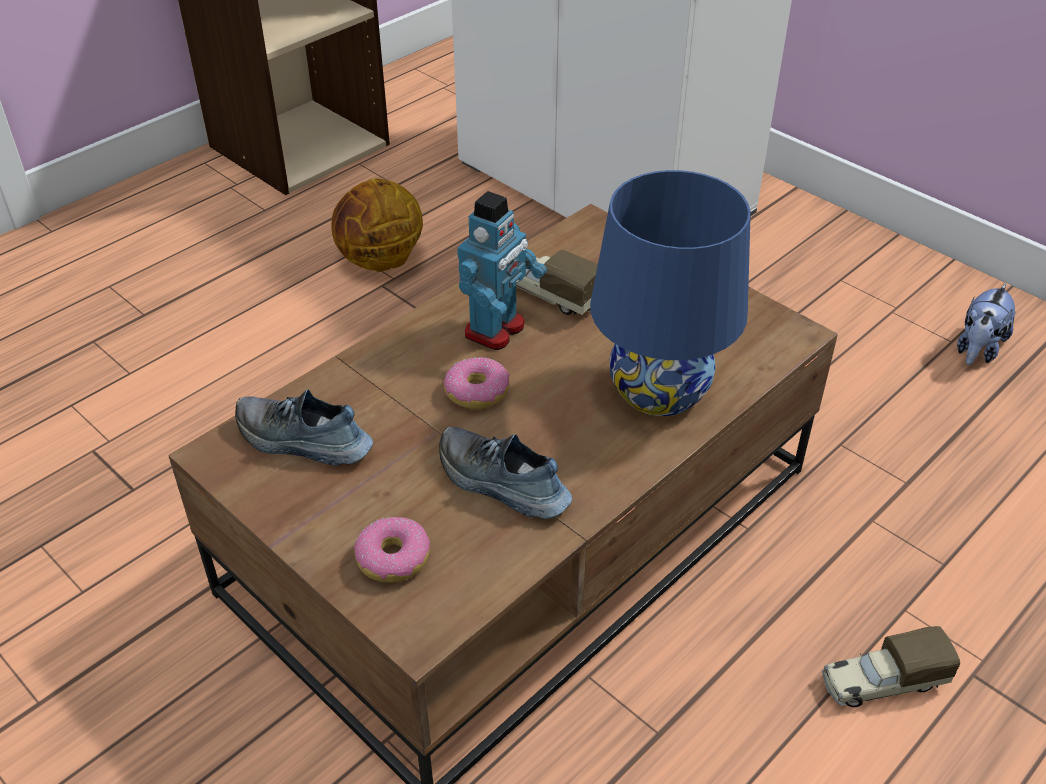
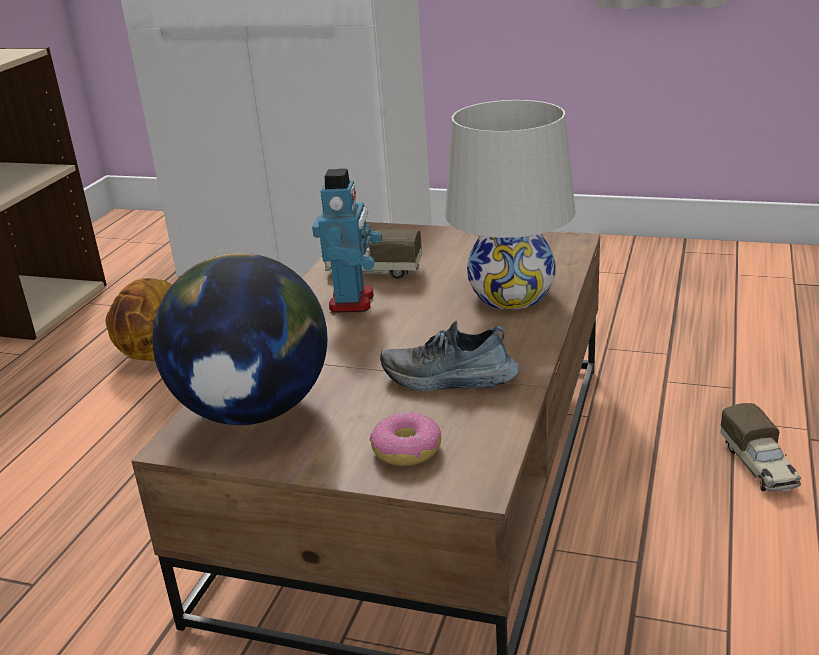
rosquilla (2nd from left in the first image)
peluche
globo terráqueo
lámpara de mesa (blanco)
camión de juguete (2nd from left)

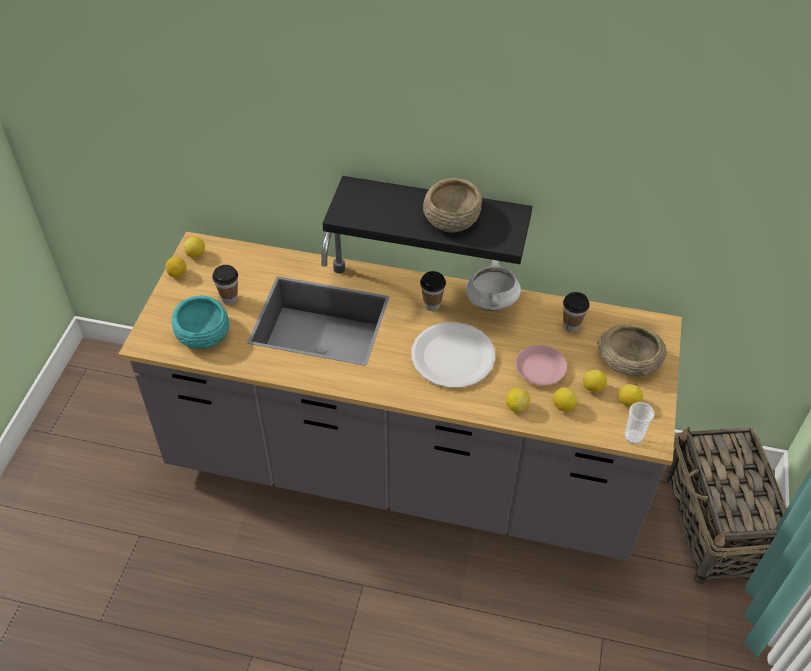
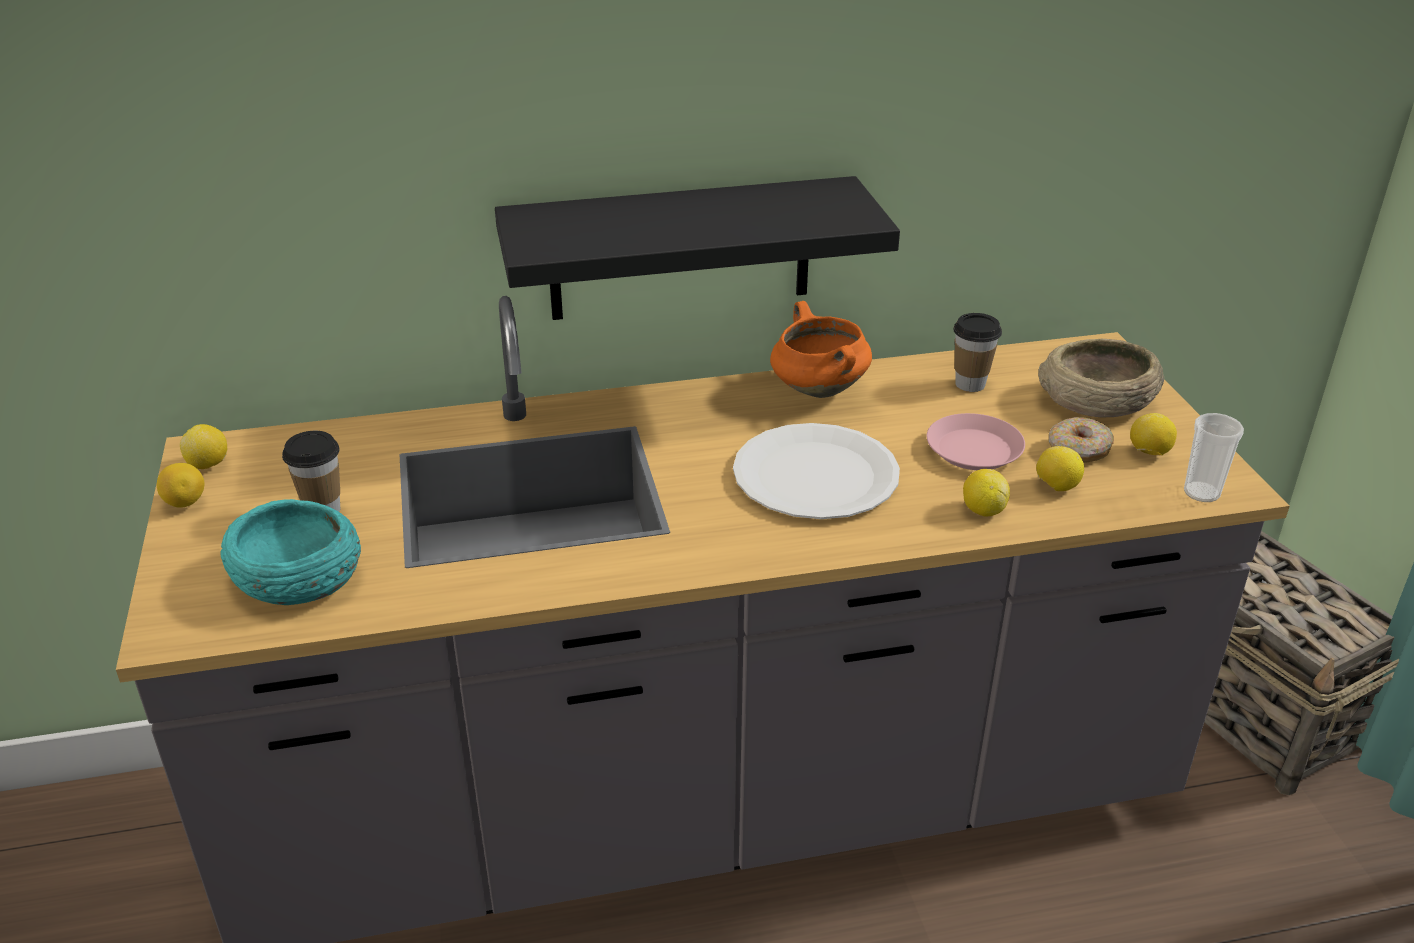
taza (2nd from left in the first image)
cuenco (beis) (1st from left in the first image)
rosquilla
olla (naranja)

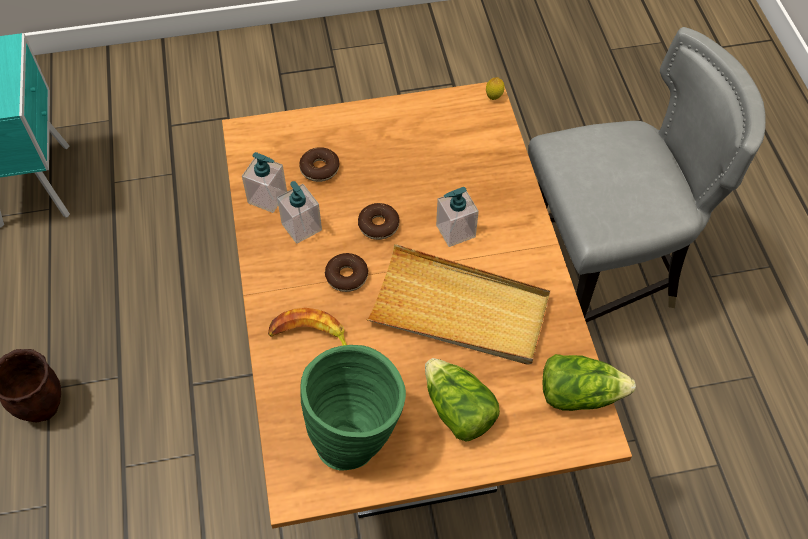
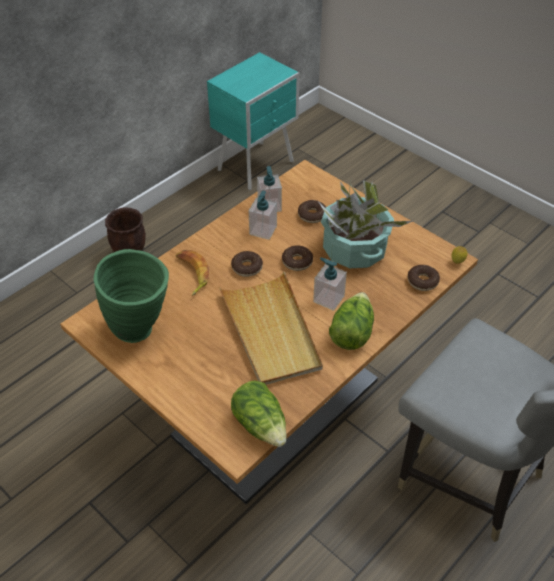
planta en maceta
rosquilla (4th from left)
lechuga (2nd from left)

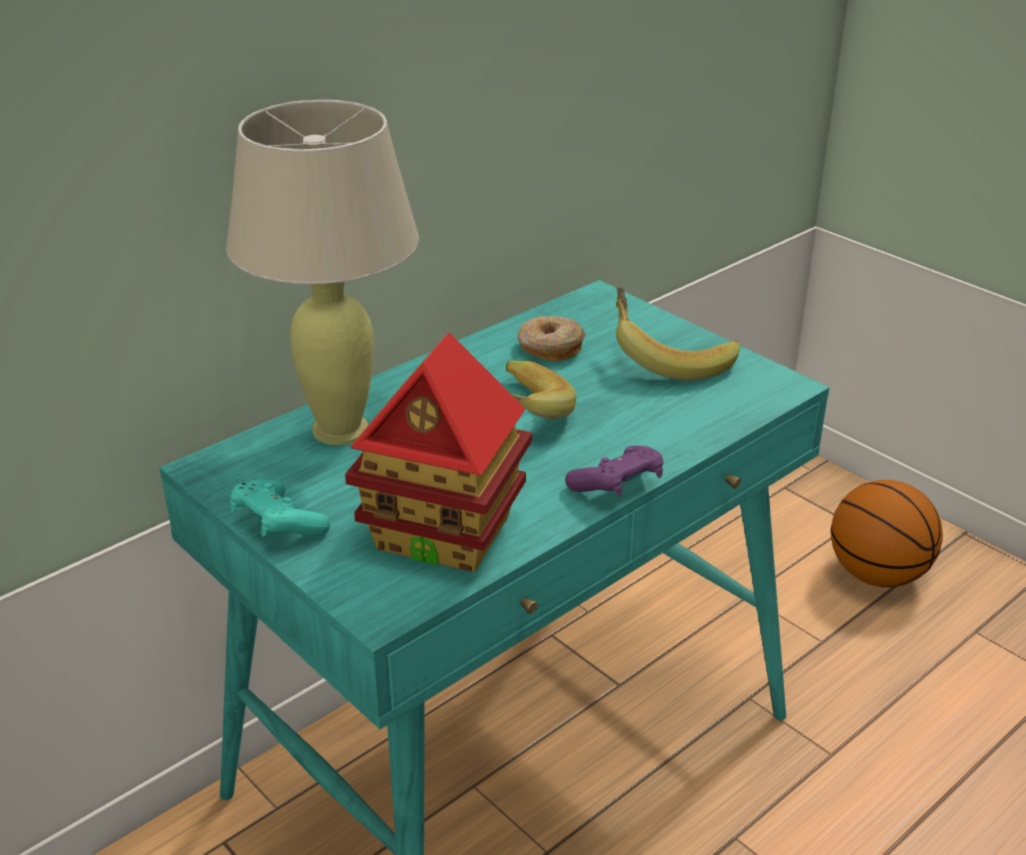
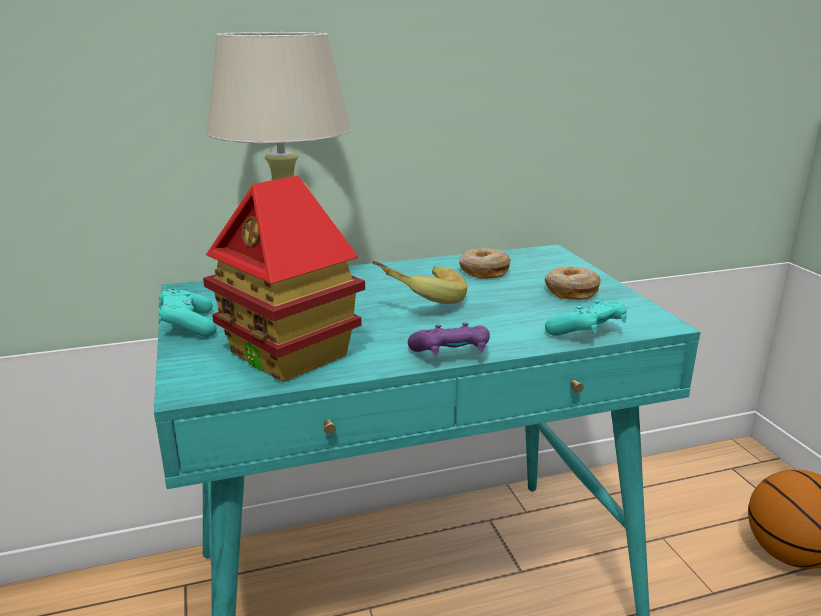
mando de consola (turquesa) (2nd from left)
rosquilla (2nd from left)

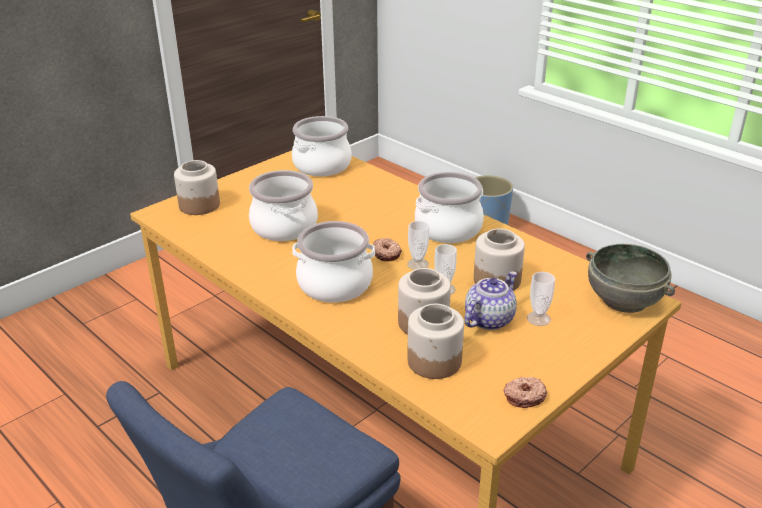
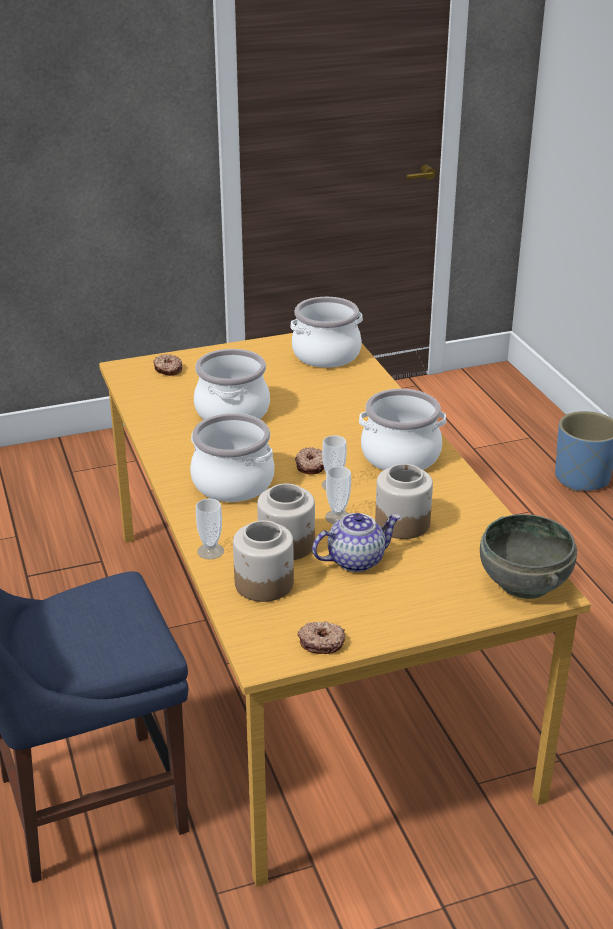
taza (1st from left)
rosquilla (1st from left)

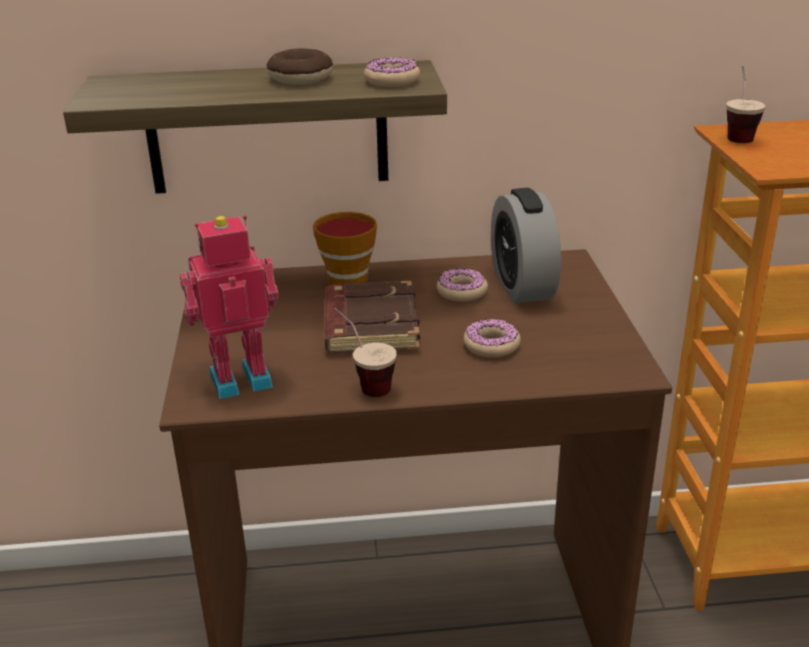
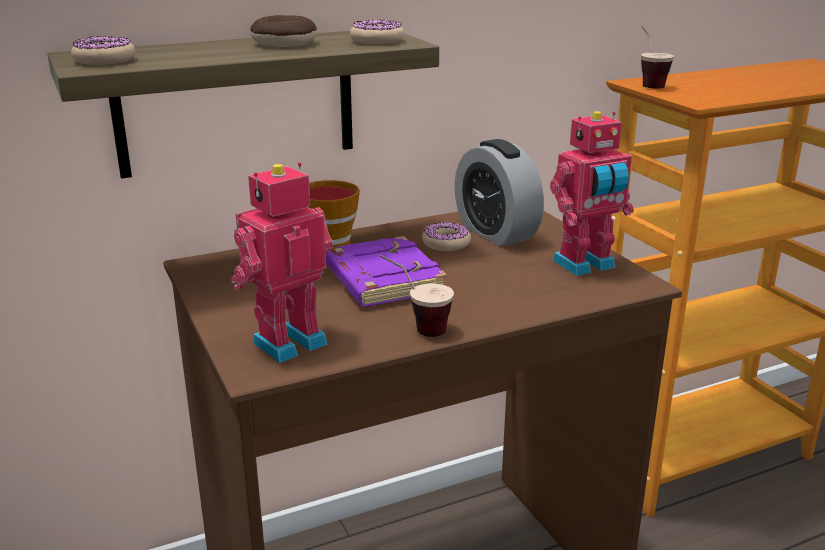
robot de juguete (2nd from left)
rosquilla (1st from left)
libro (morado)

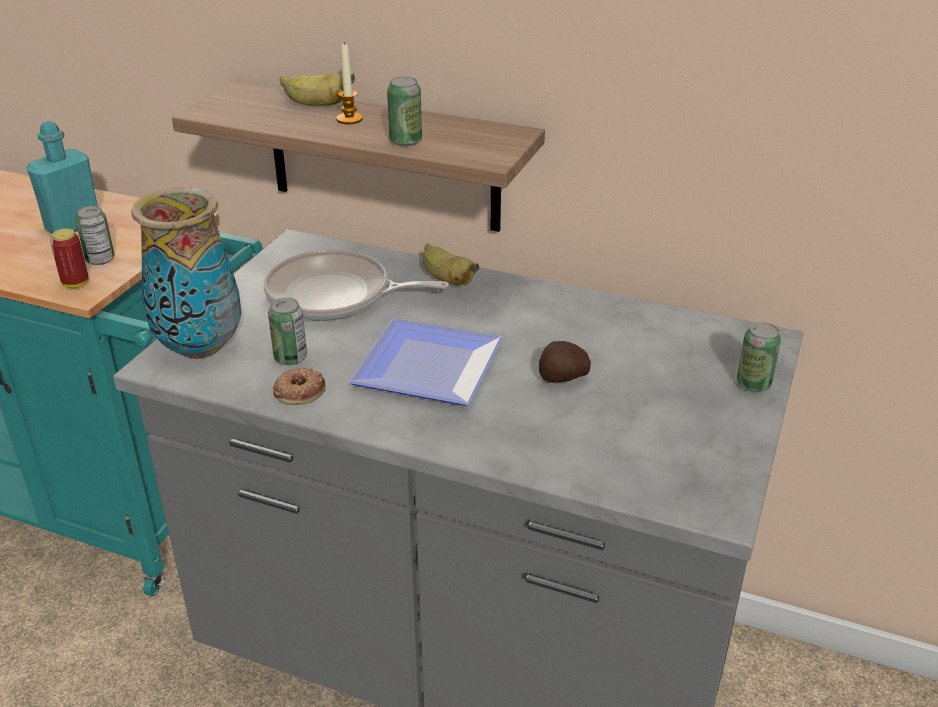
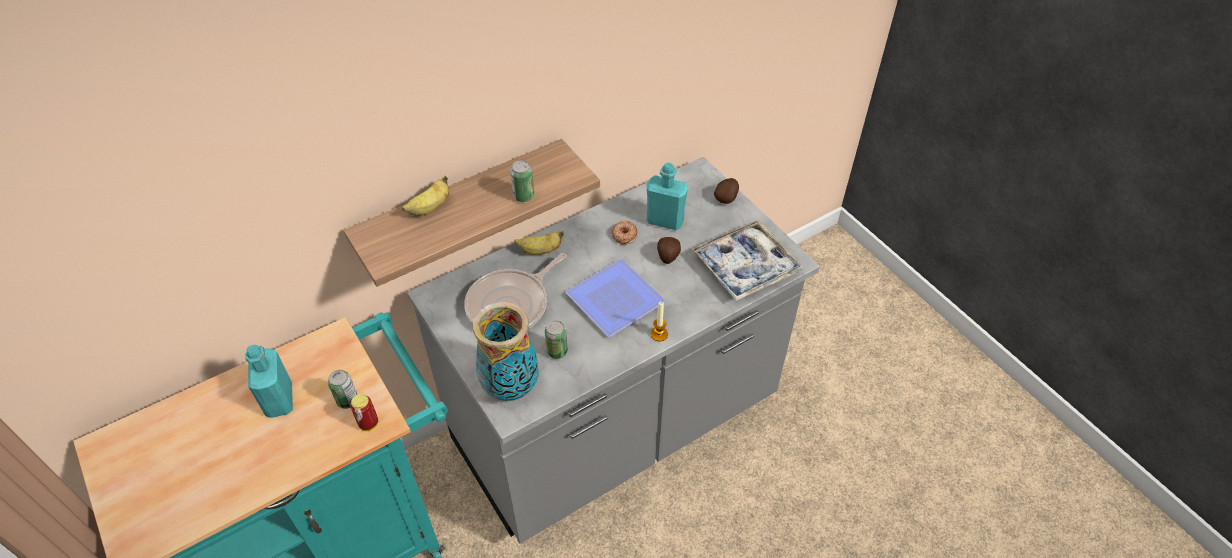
botella (turquesa) (2nd from left)
bandeja
rosquilla
vela
patata (2nd from left)

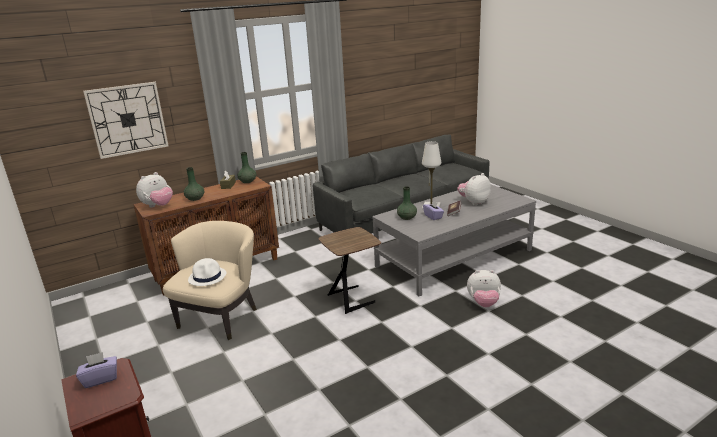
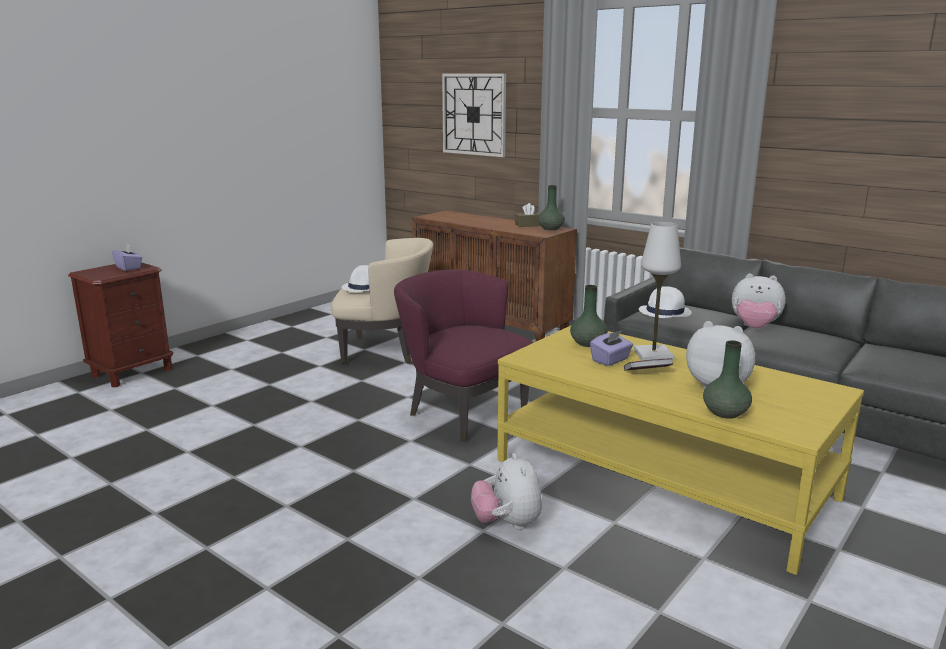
sombrero (blanco) (2nd from left)
peluche (3rd from left)
florero (verde) (3rd from left)
sillón (morado)
mesa de centro (amarillo)

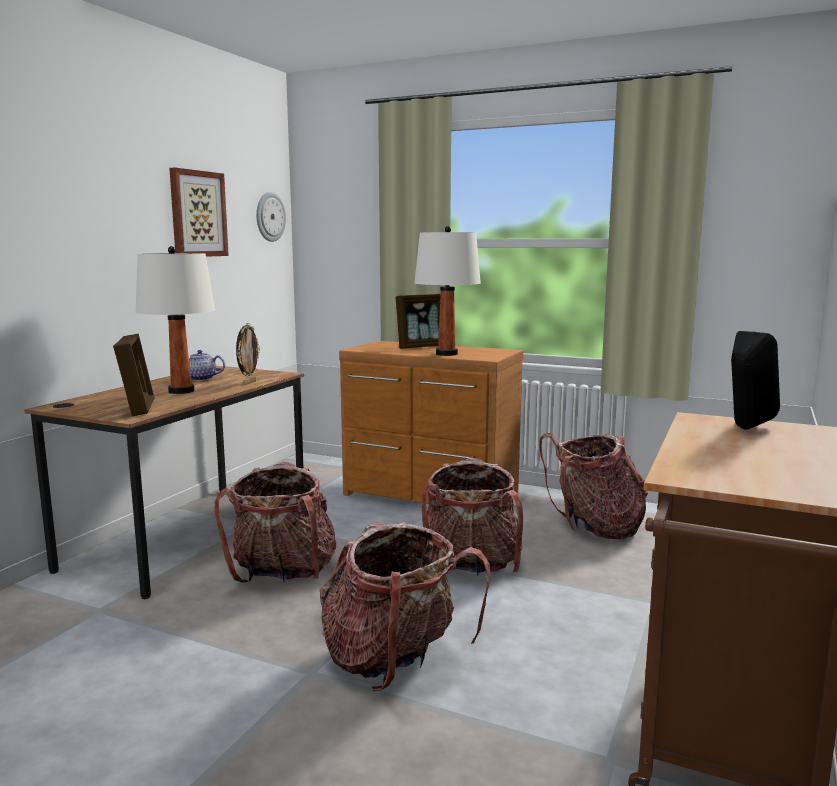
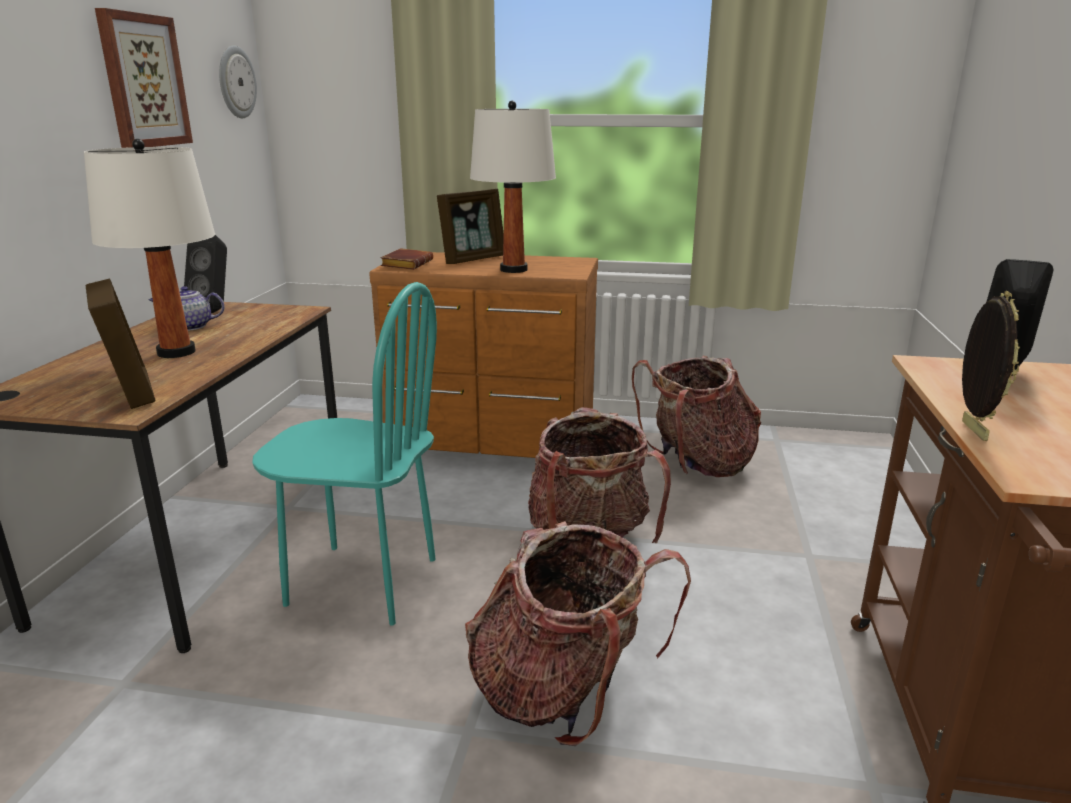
altavoz (negro) (1st from left)
libro (marrón)
portarretratos (3rd from left)
silla (turquesa)

